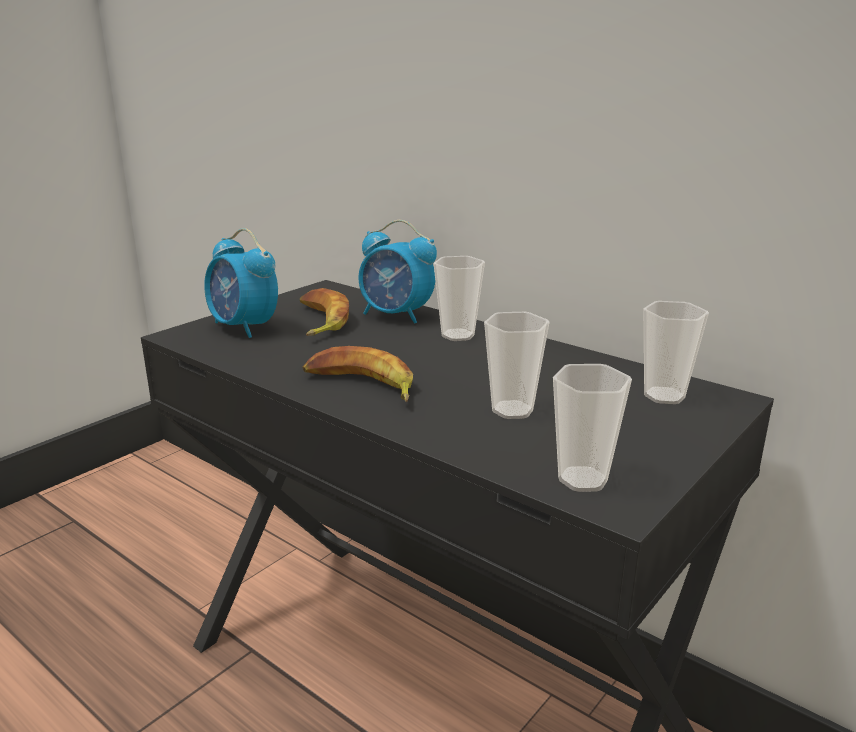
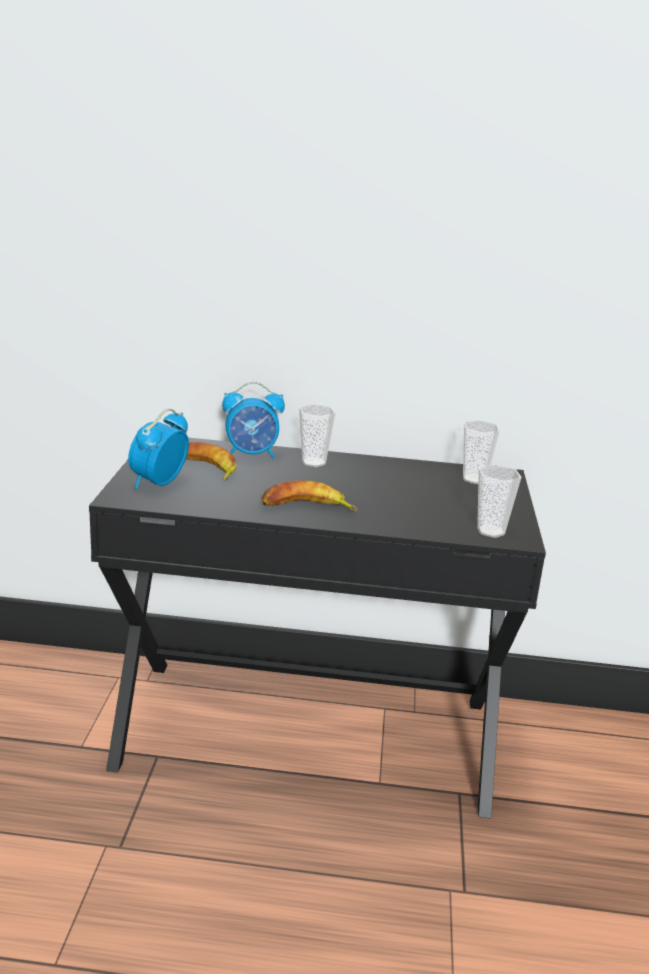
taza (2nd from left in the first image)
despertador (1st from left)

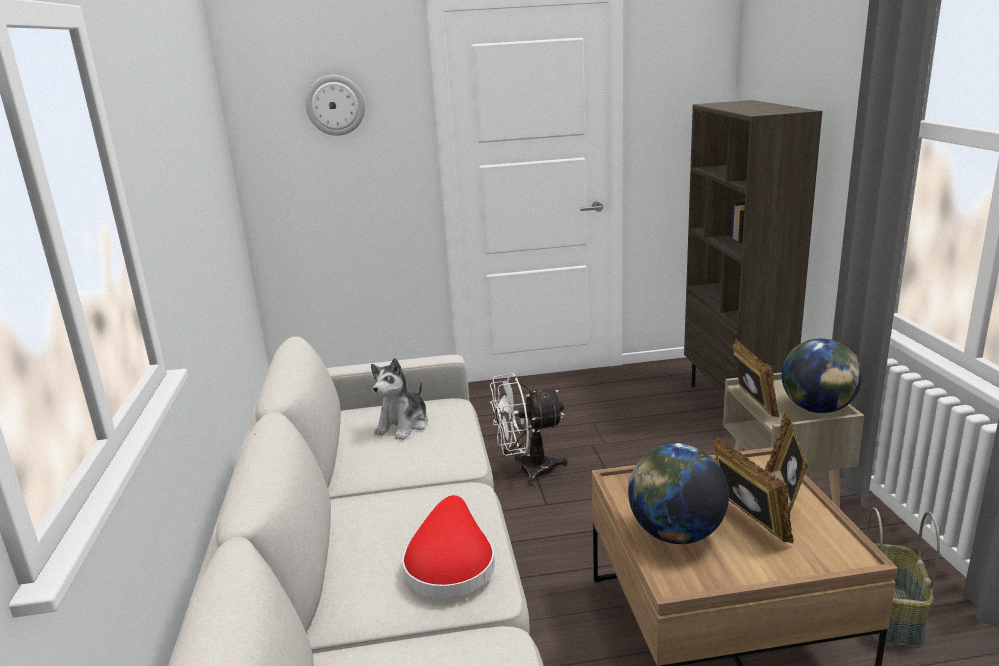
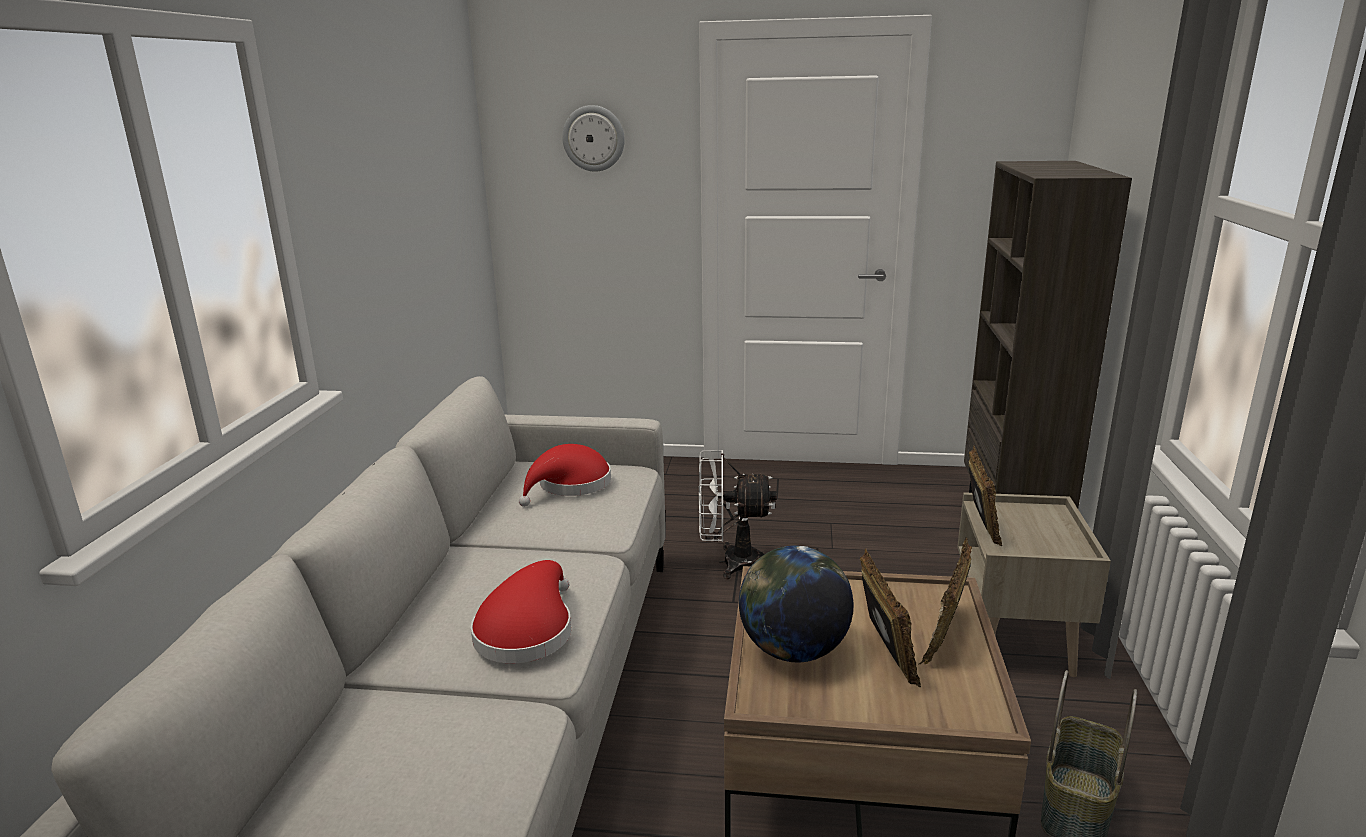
globo terráqueo (2nd from left in the first image)
sombrero (rojo) (2nd from left)

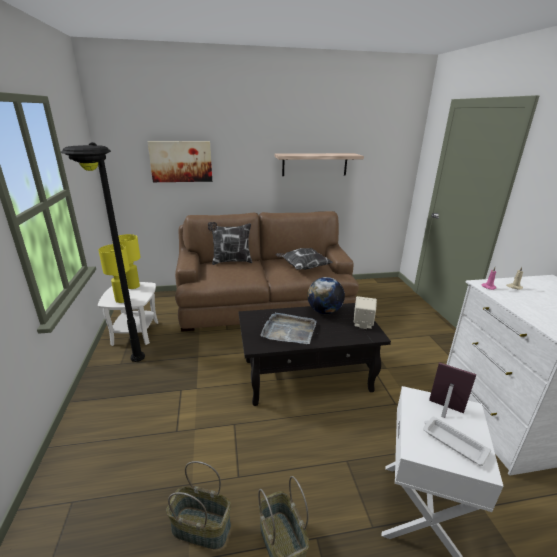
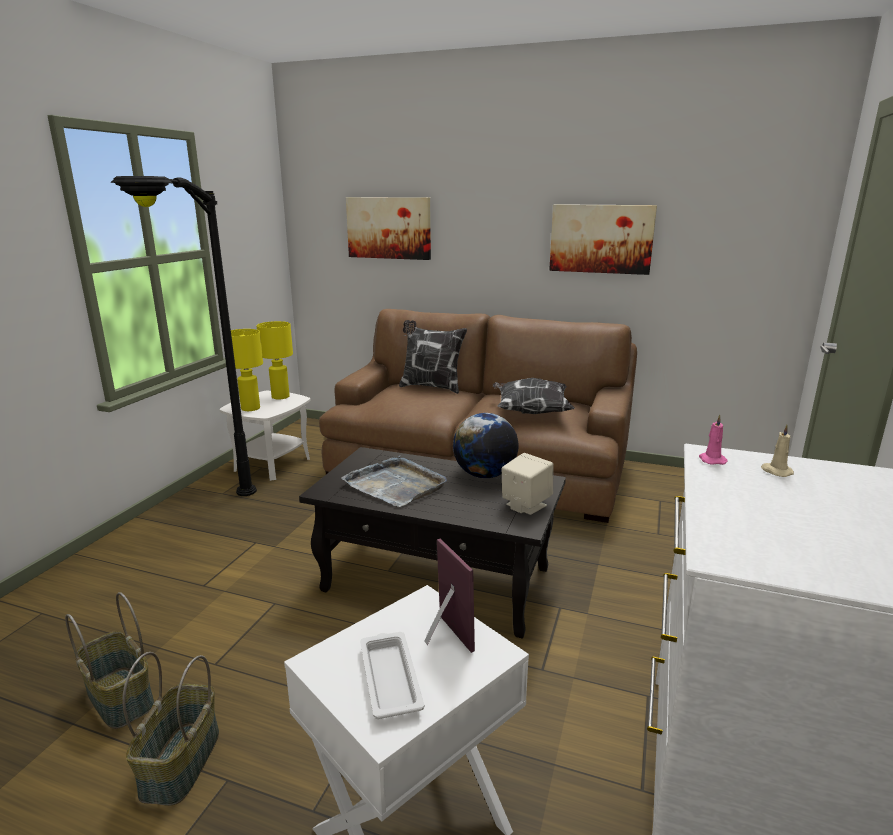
cuadro (2nd from left)

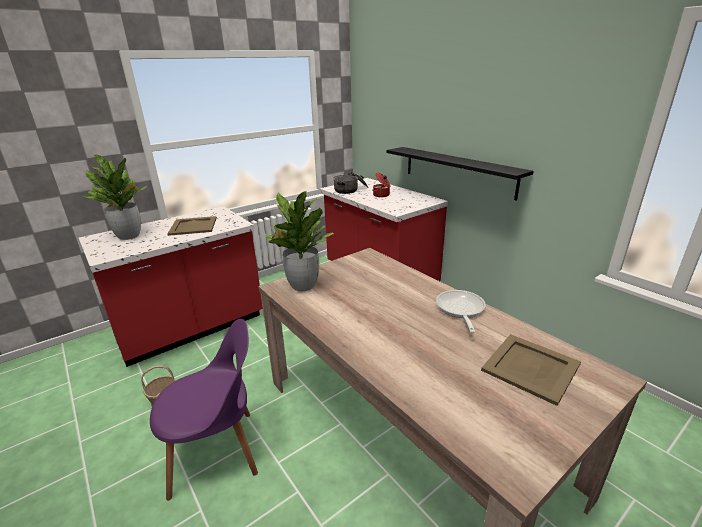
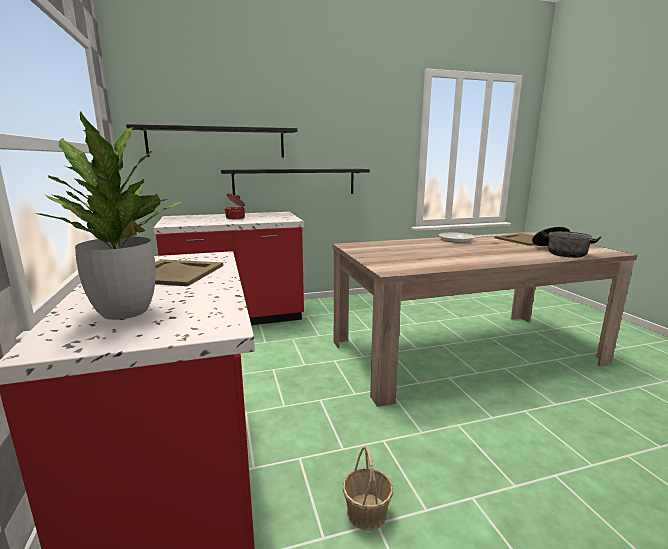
silla (morado)
planta en maceta (2nd from left in the first image)
estante (negro) (1st from left)
olla (2nd from left)

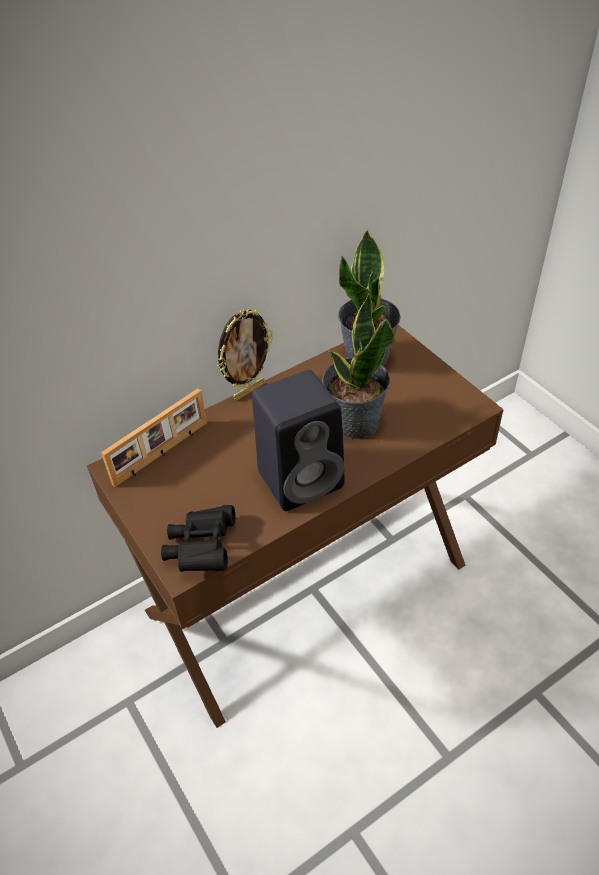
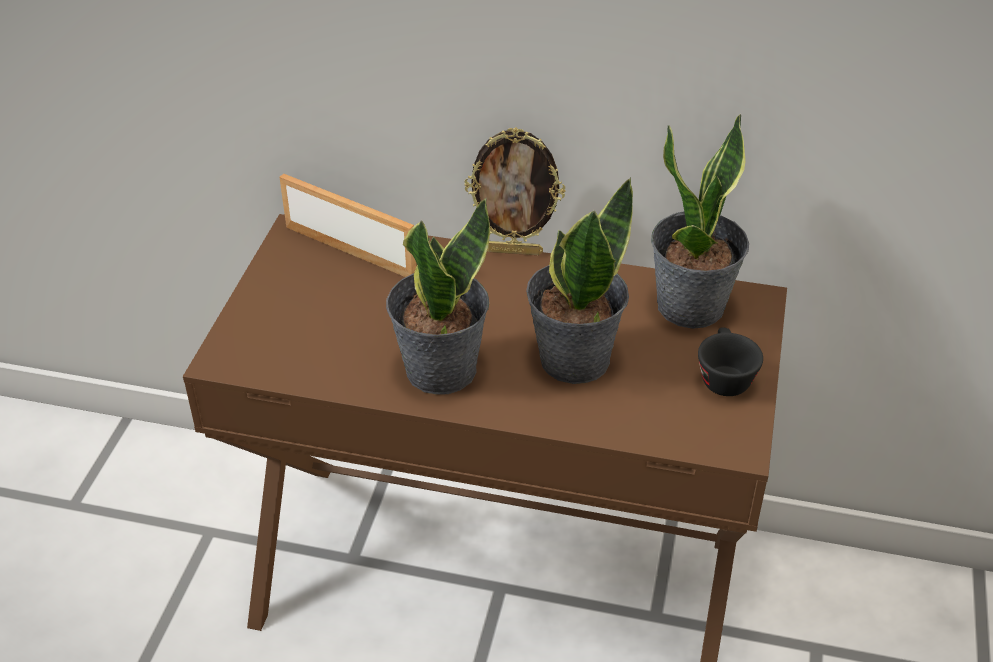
prismáticos (negro)
taza (negro)
planta en maceta (1st from left)
portarretratos (1st from left)

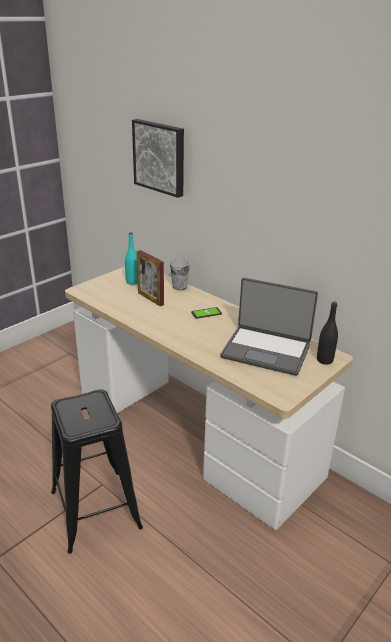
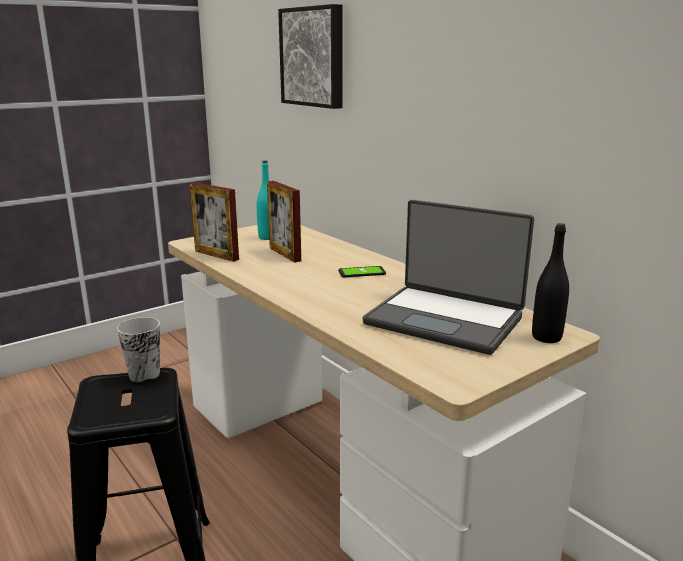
portarretratos (1st from left)
taza

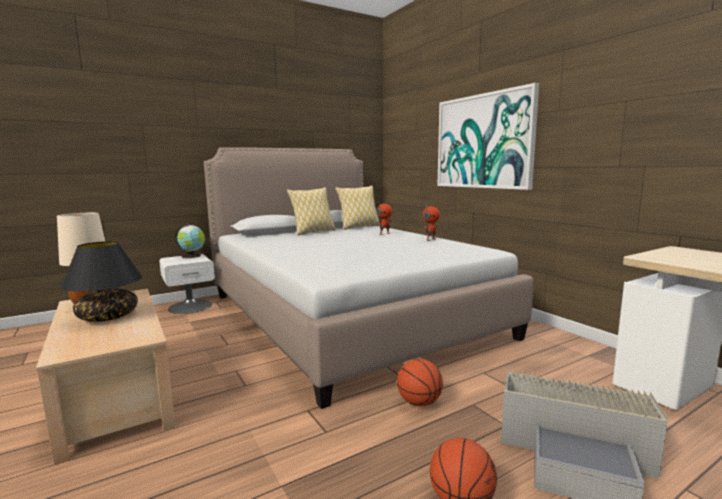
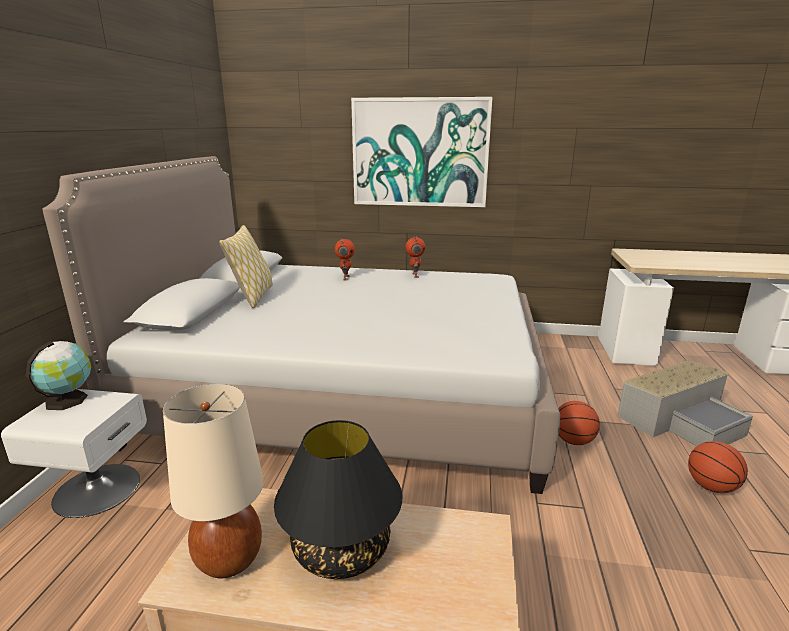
cojín (2nd from left in the first image)

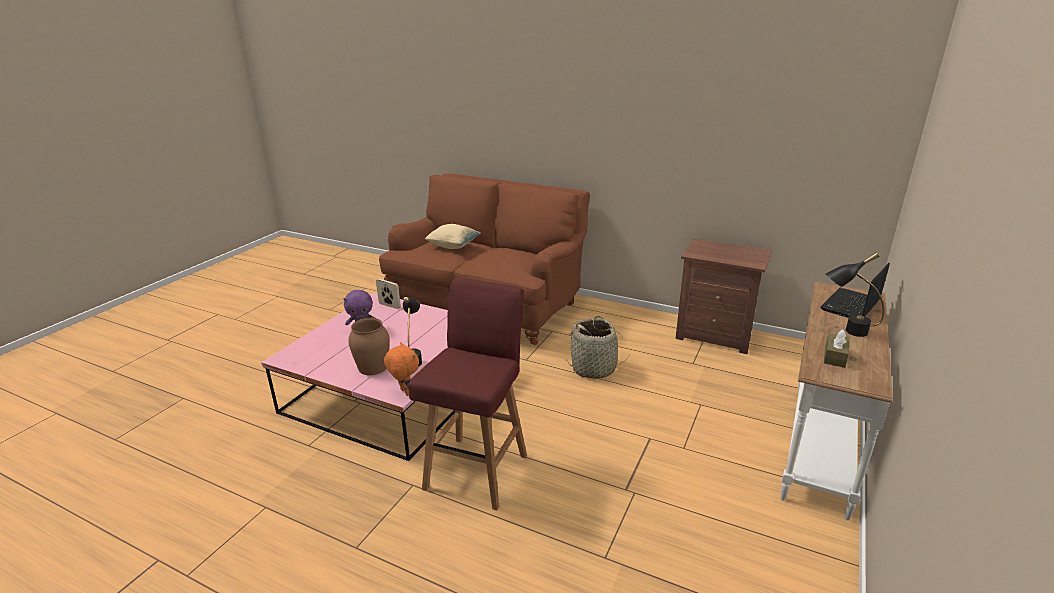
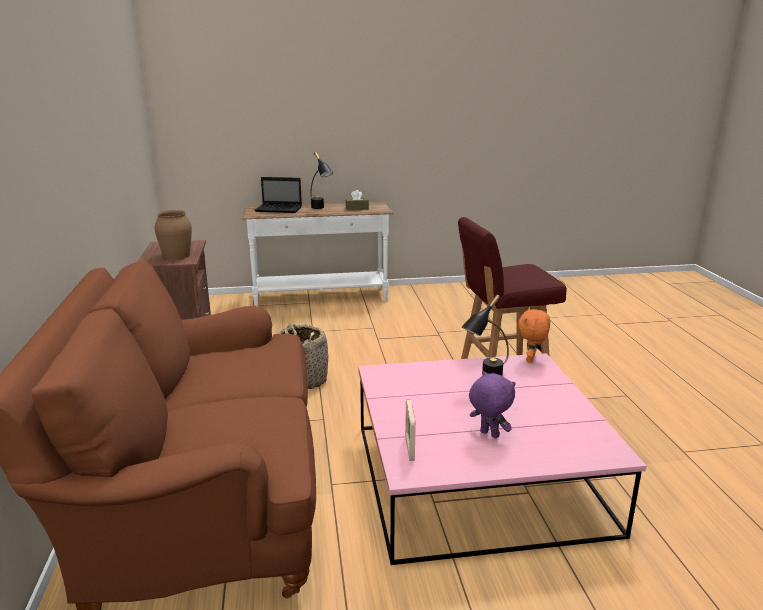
cojín (beis)
florero (marrón)

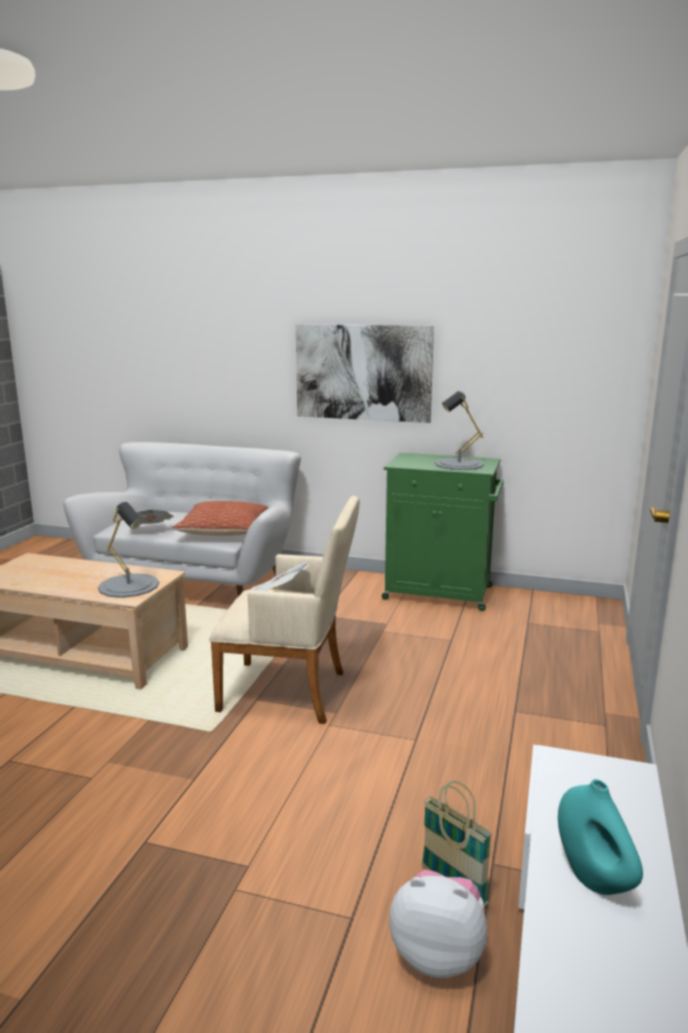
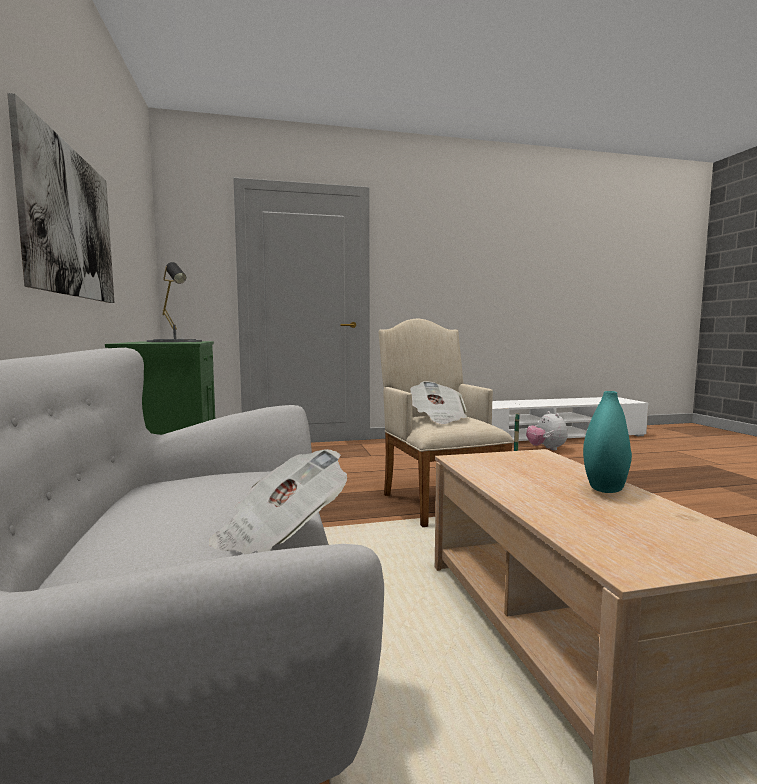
lámpara de mesa (gris) (1st from left in the first image)
cojín
florero (turquesa)

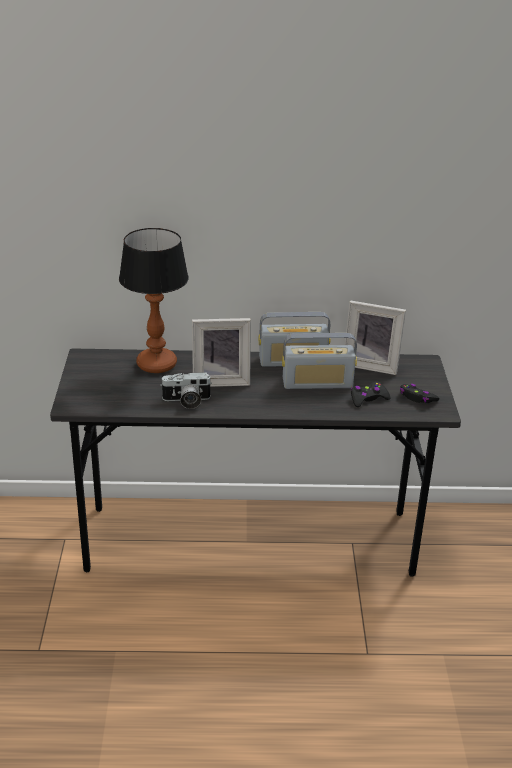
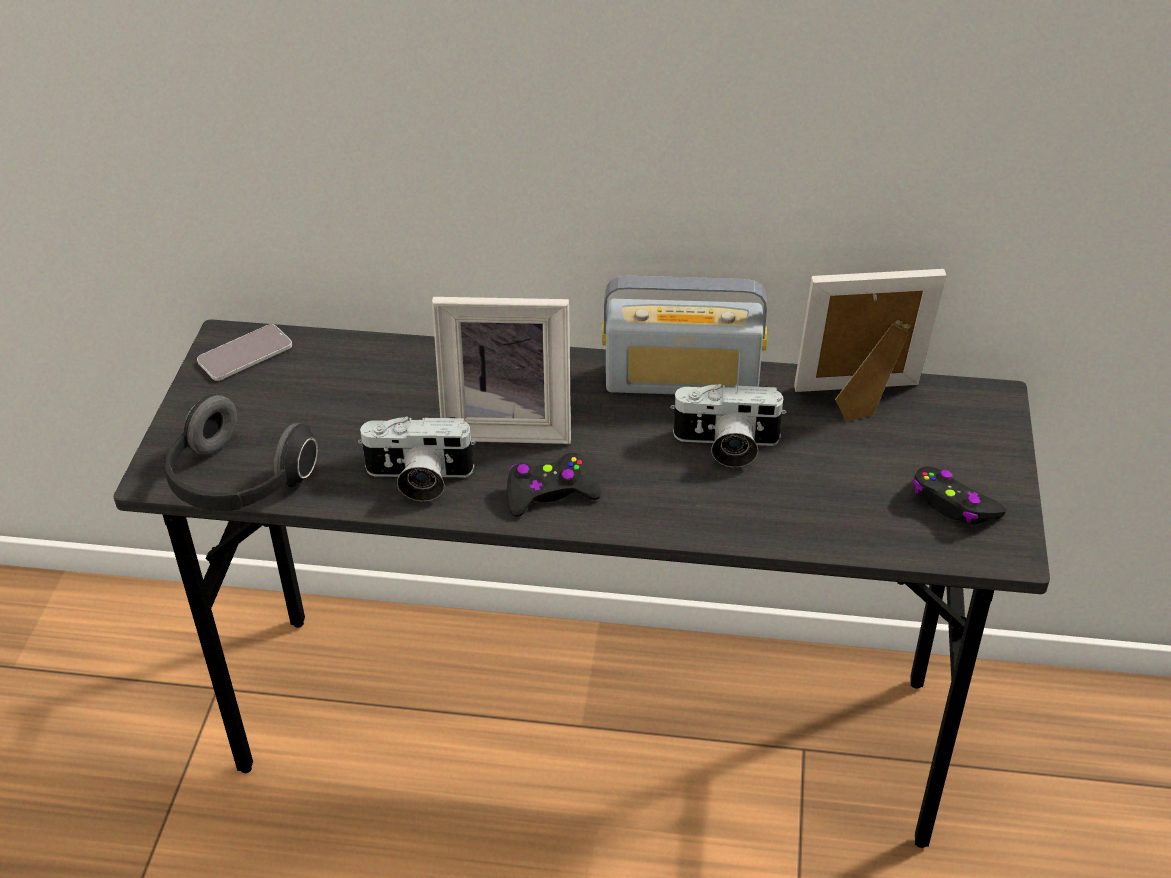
lámpara de mesa
auriculares
móvil
mando de consola (negro) (1st from left)
cámara (2nd from left)
portarretratos (2nd from left)

